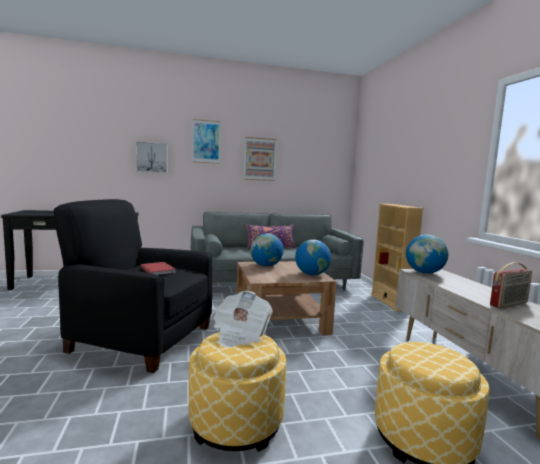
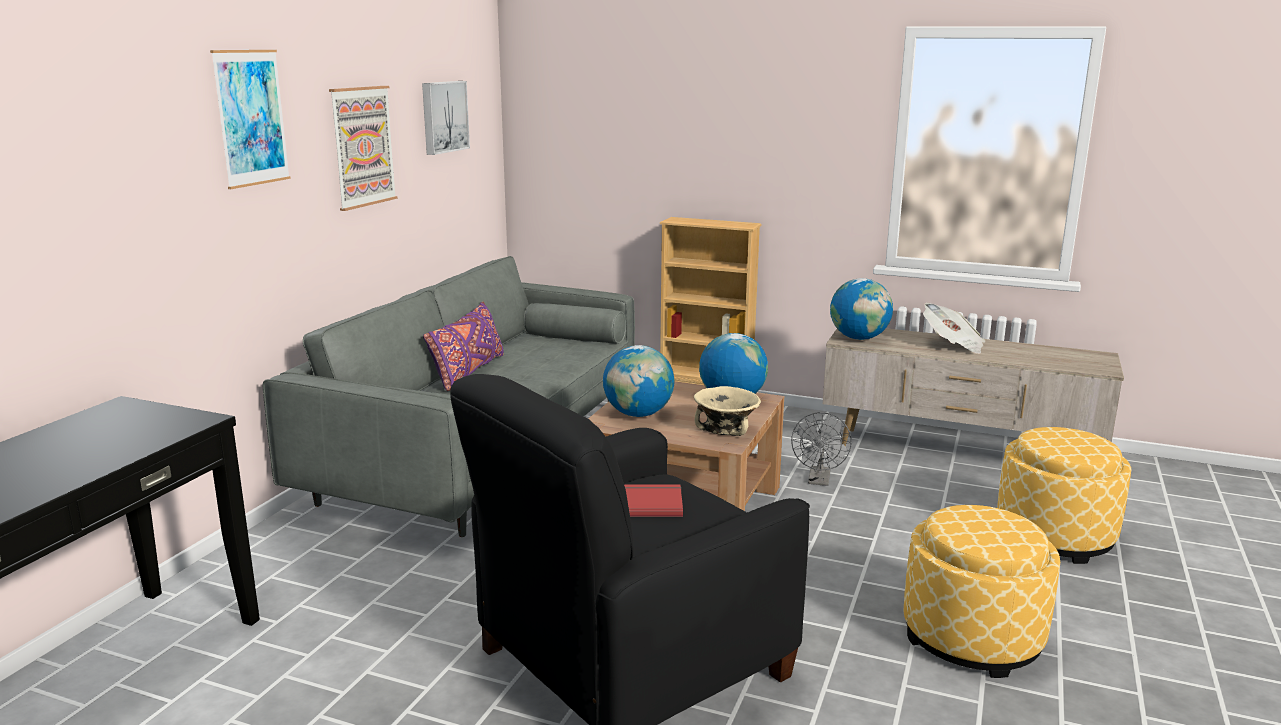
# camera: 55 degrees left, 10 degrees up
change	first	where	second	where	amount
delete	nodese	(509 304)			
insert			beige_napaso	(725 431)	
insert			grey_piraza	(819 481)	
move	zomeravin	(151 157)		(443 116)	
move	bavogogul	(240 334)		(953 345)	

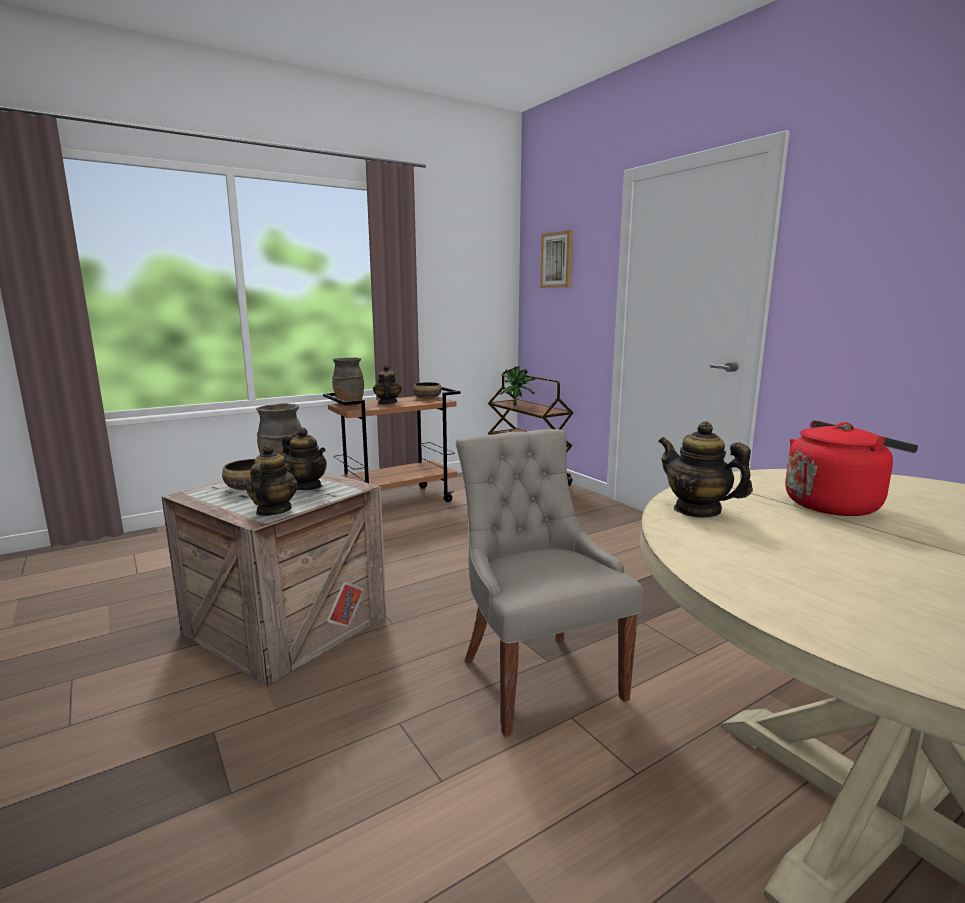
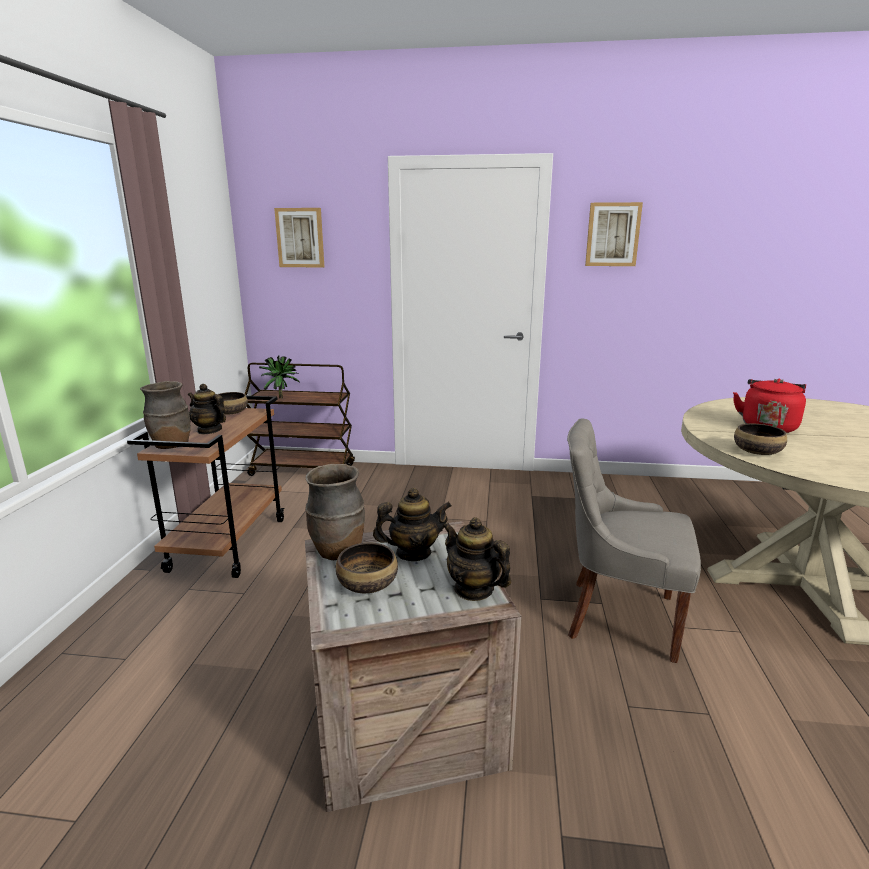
# camera: 50 degrees left, 5 degrees up
change	first	where	second	where	amount
insert			zomeravin	(612 234)	
replace	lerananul	(697 510)	napaso	(757 452)	

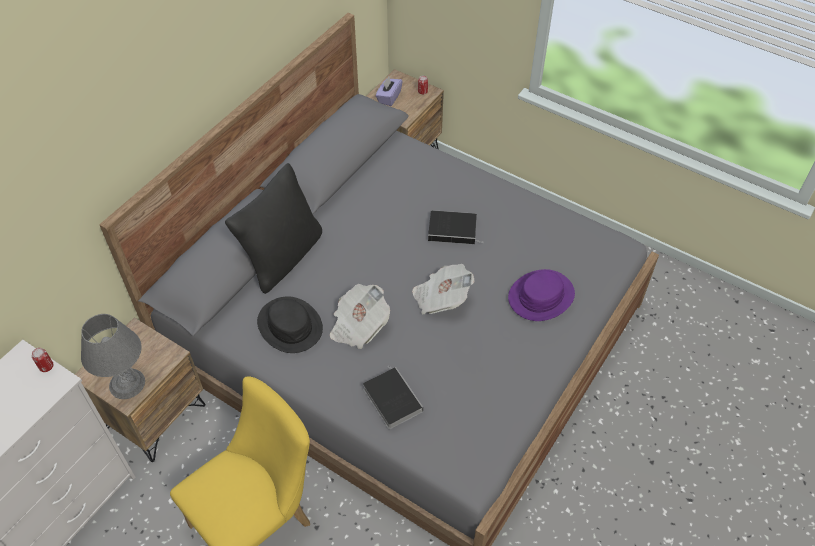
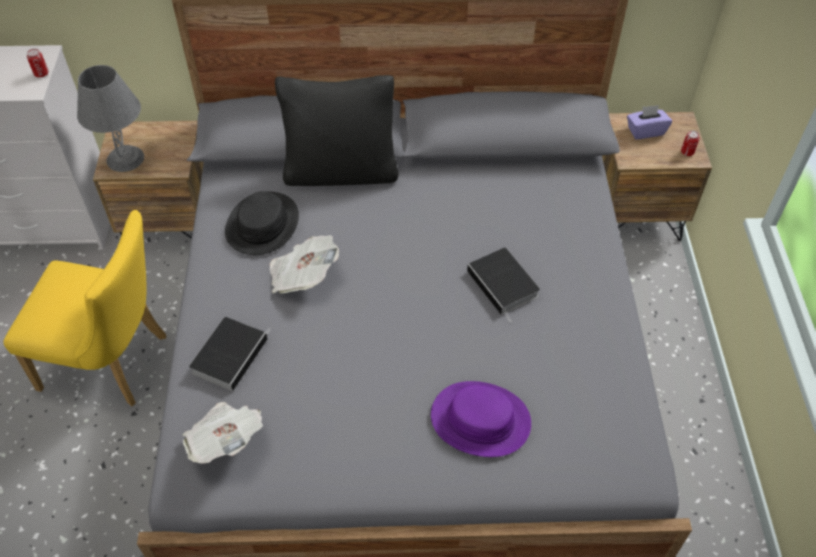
# camera: 55 degrees right, 0 degrees up
change	first	where	second	where	amount
move	bavogogul	(441 298)		(225 440)	

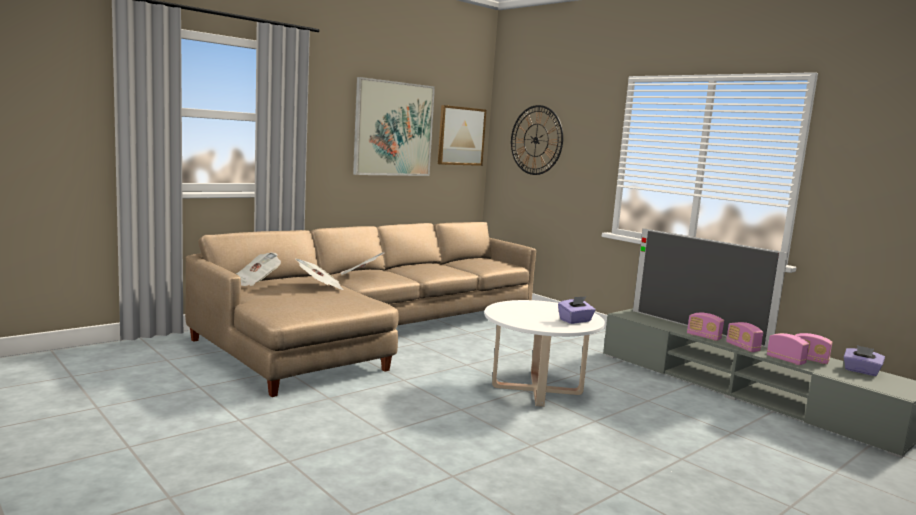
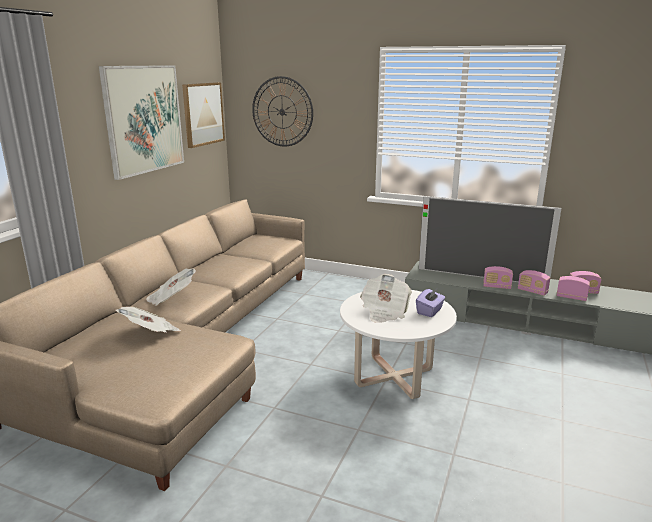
# camera: 25 degrees left, 10 degrees up
change	first	where	second	where	amount
delete	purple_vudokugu	(861 371)			
move	bavogogul	(254 283)		(384 311)	

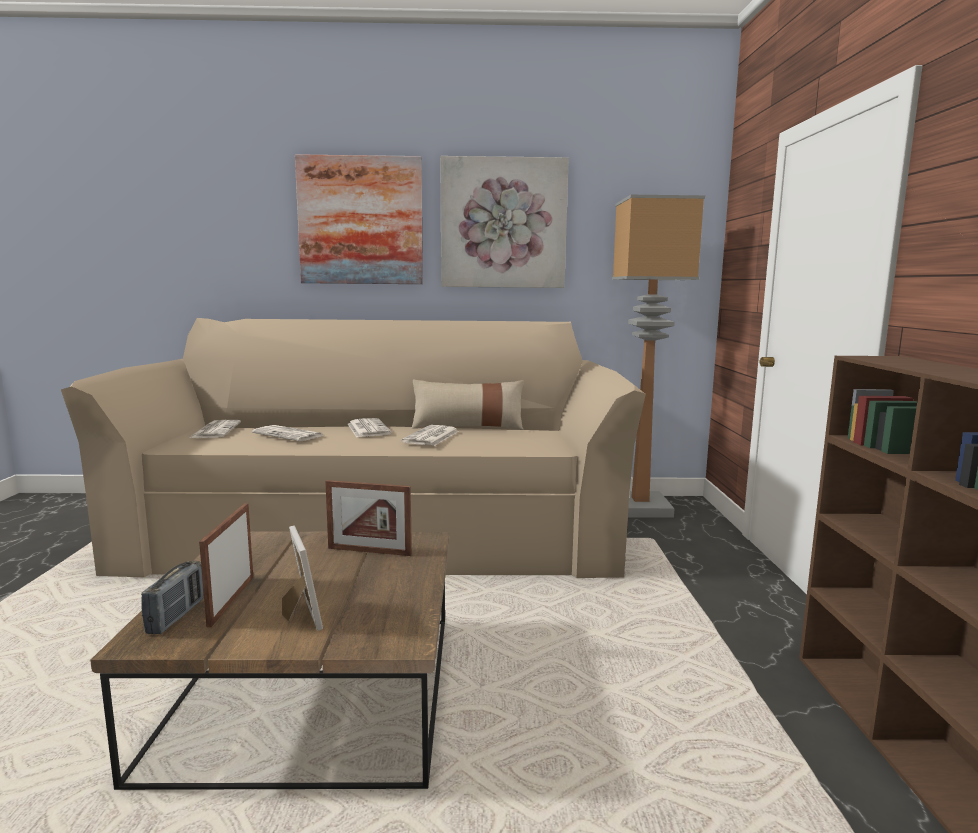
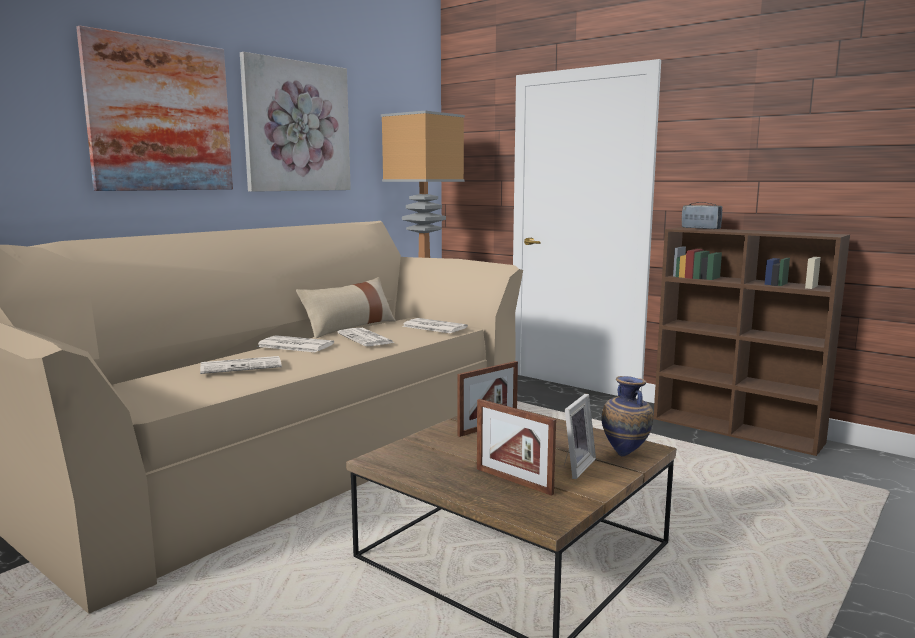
# camera: 50 degrees left, 0 degrees up
change	first	where	second	where	amount
insert			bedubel	(626 455)	
move	nodese	(176 616)		(700 228)	
move	bavogogul	(215 430)		(433 327)	
rotate	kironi	(300 617)		(574 466)	105 degrees clockwise

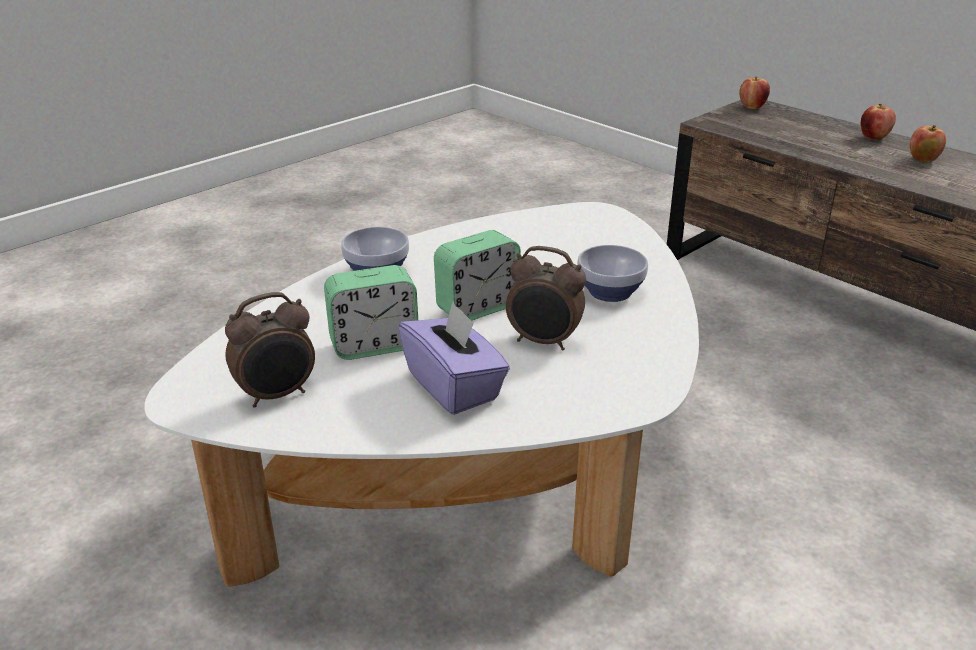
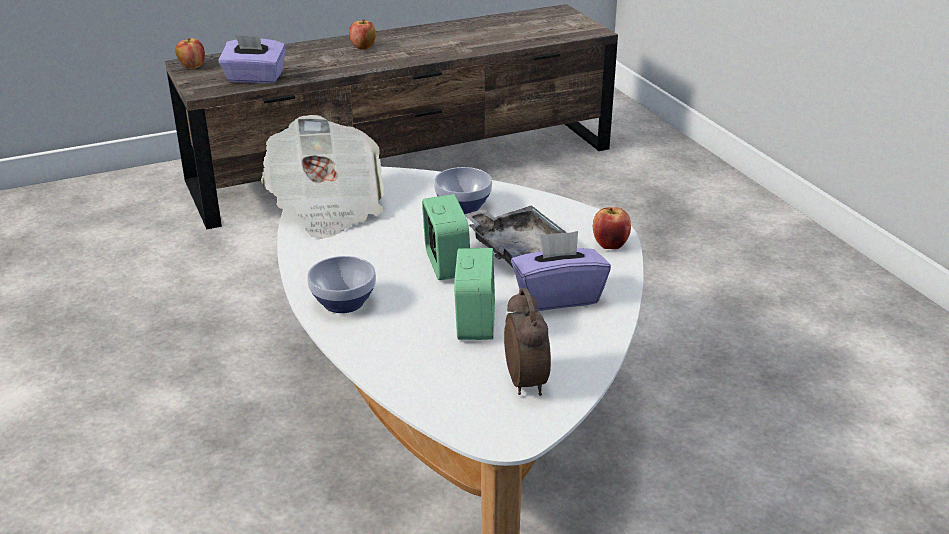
# camera: 70 degrees left, 0 degrees up
change	first	where	second	where	amount
insert			purple_vudokugu	(254 78)	
insert			bavogogul	(326 207)	
move	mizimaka	(874 137)		(610 245)	
replace	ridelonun	(543 342)	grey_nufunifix	(518 248)	

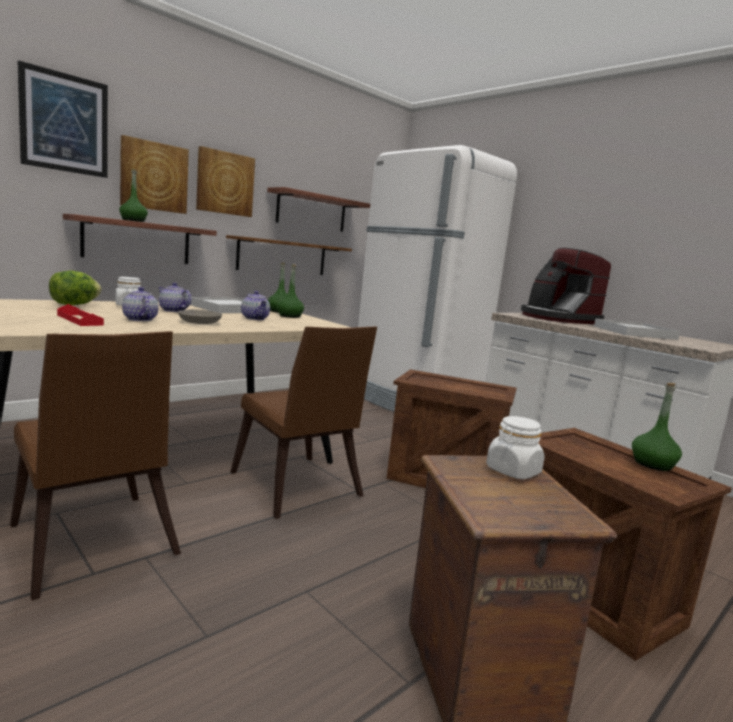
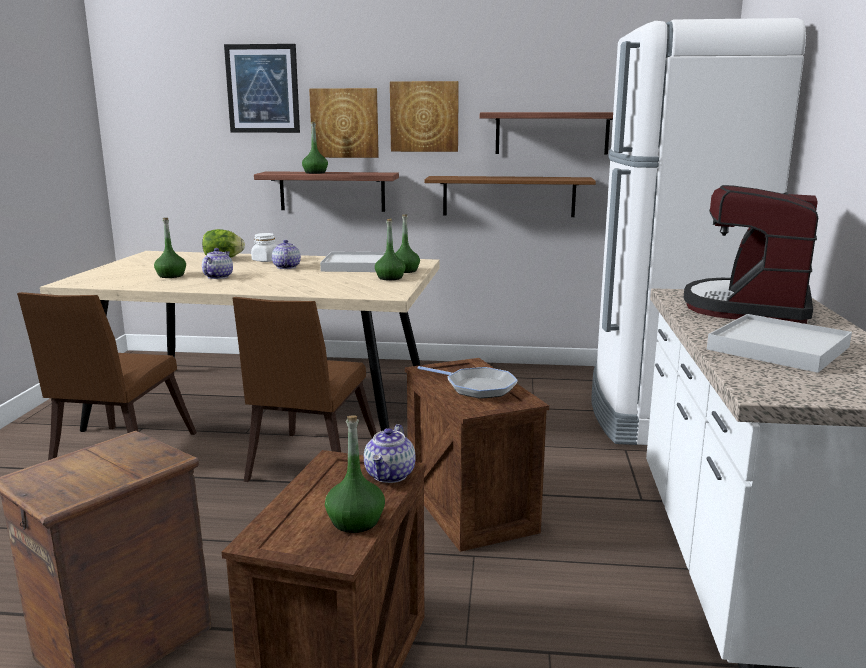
# camera: 50 degrees right, 5 degrees up
change	first	where	second	where	amount
delete	grey_napaso	(199 322)			
delete	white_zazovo	(513 471)			
insert			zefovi	(477 387)	
move	lerananul	(255 318)		(390 475)	
replace	red_nufunifix	(79 320)	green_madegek	(171 276)	

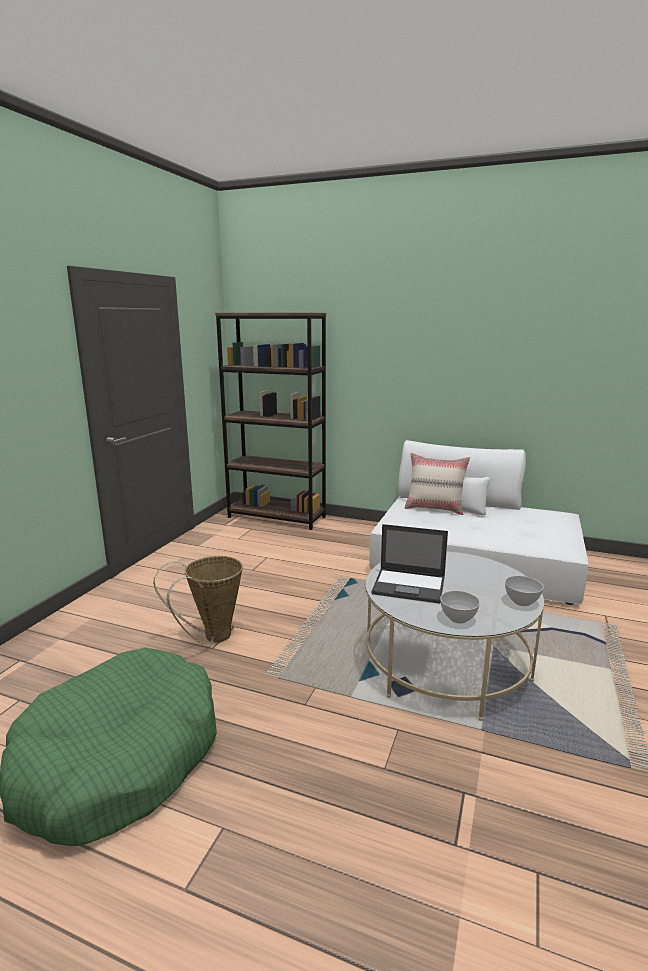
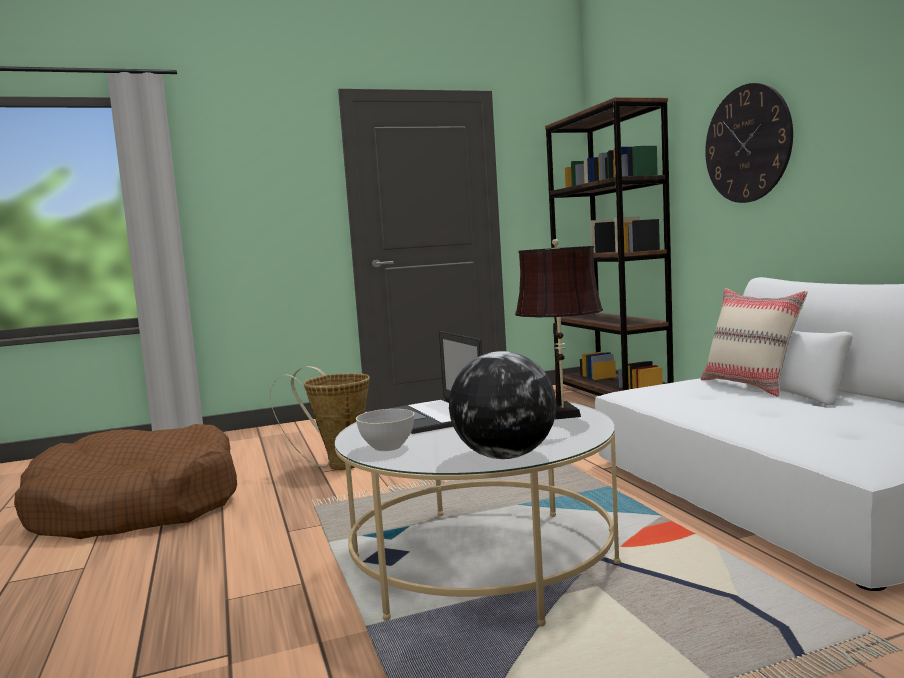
# camera: 50 degrees right, 10 degrees down
change	first	where	second	where	amount
insert			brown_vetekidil	(562 414)	
insert			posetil	(747 144)	
replace	grey_napaso	(521 602)	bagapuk	(504 456)	
recolor	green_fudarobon	(119 759)	brown_fudarobon	(136 507)	

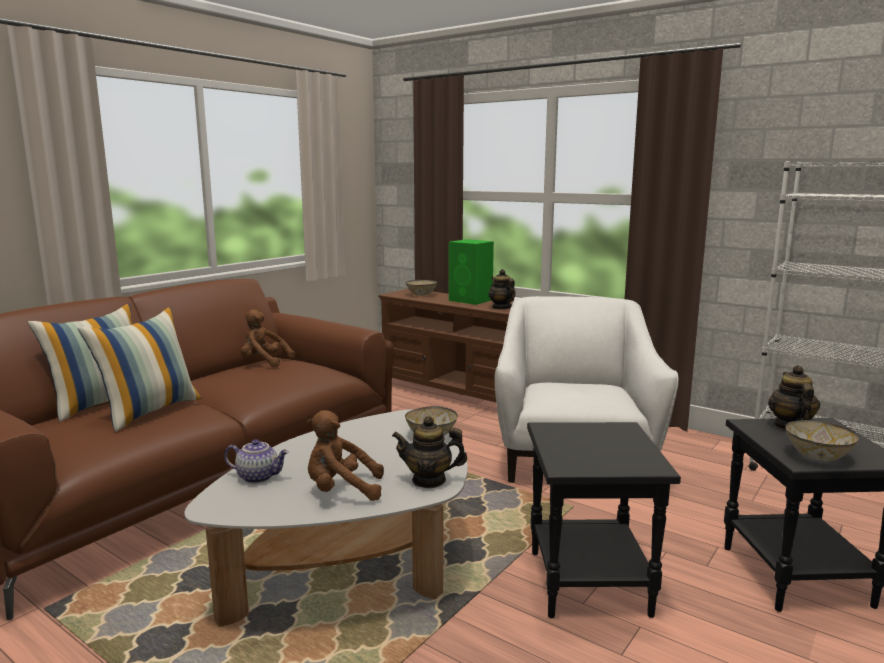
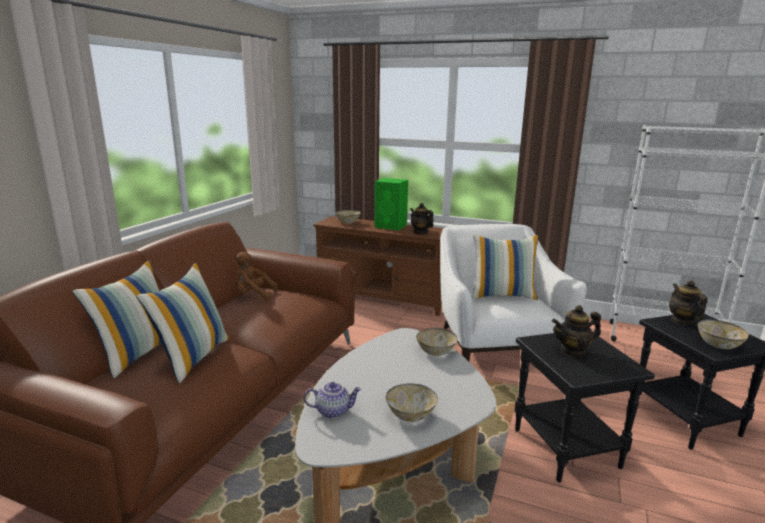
# camera: 15 degrees left, 5 degrees up
change	first	where	second	where	amount
insert			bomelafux	(502 295)	
move	lerananul	(429 480)		(573 351)	
replace	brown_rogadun	(341 491)	napaso	(410 415)	

